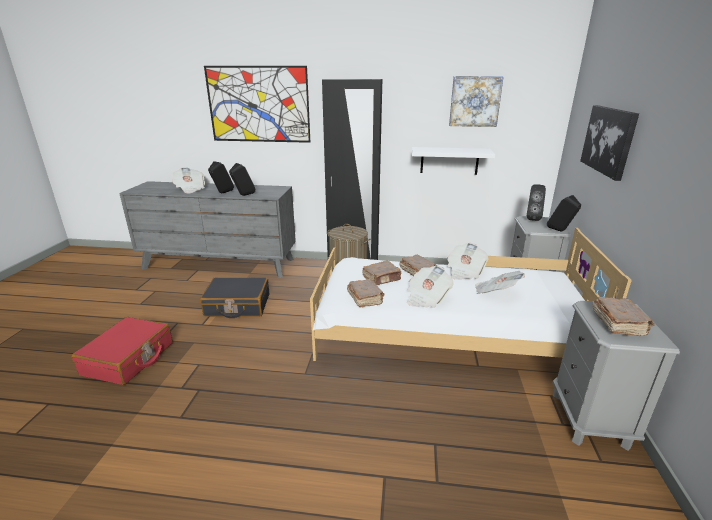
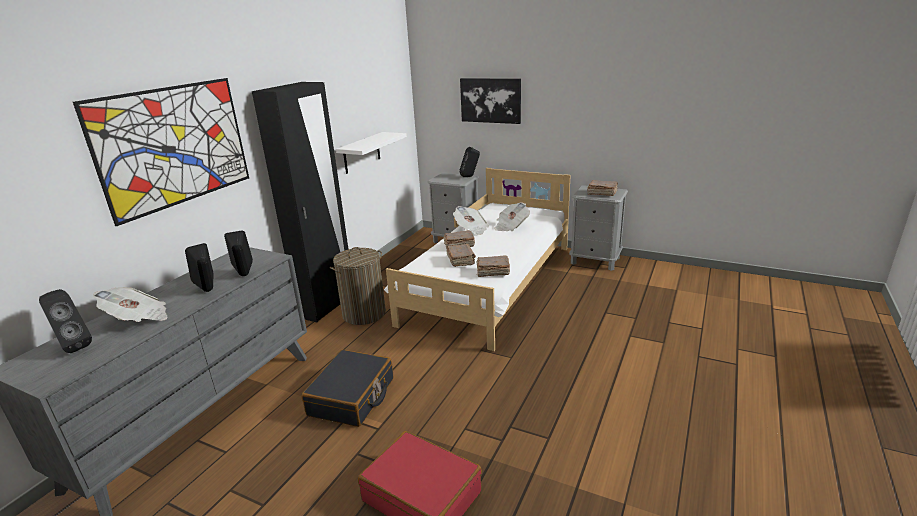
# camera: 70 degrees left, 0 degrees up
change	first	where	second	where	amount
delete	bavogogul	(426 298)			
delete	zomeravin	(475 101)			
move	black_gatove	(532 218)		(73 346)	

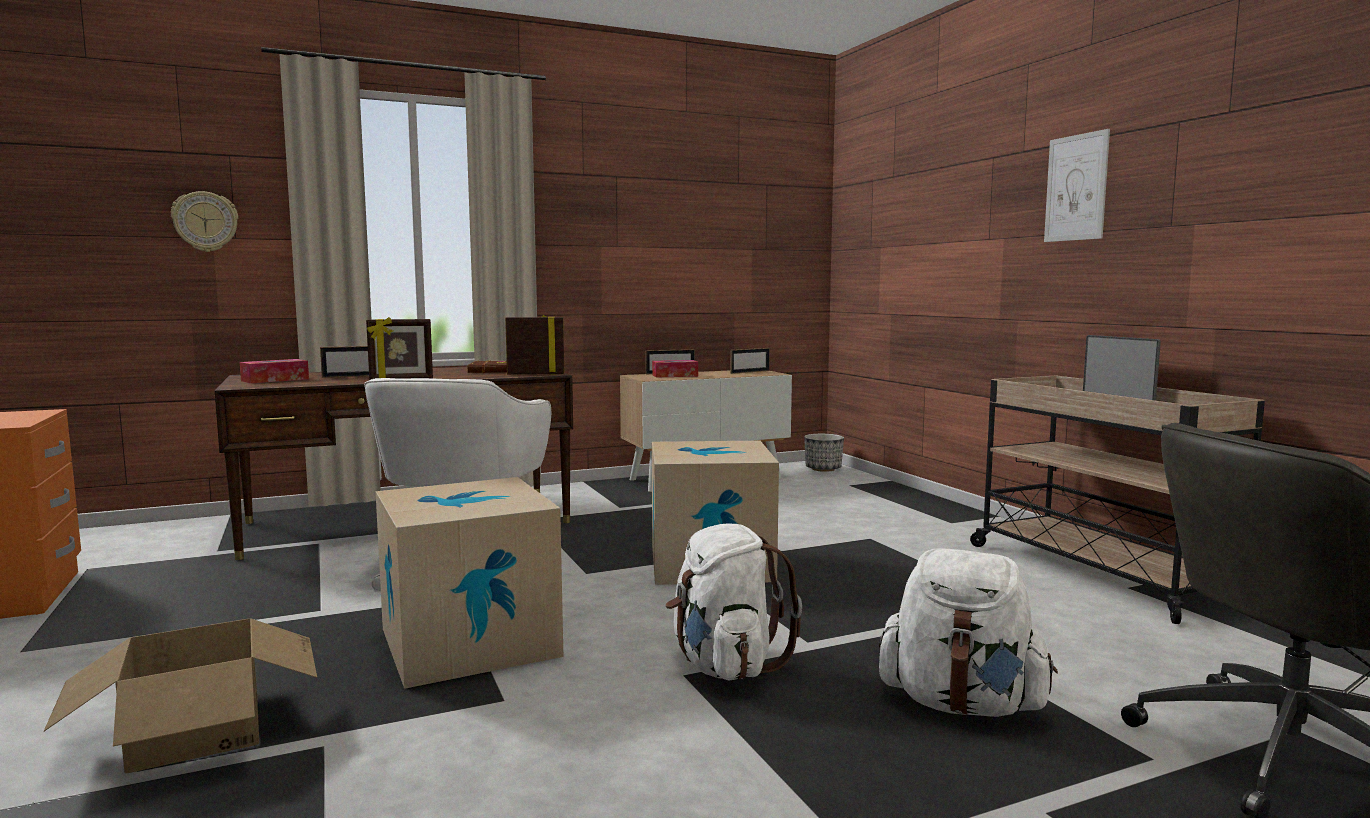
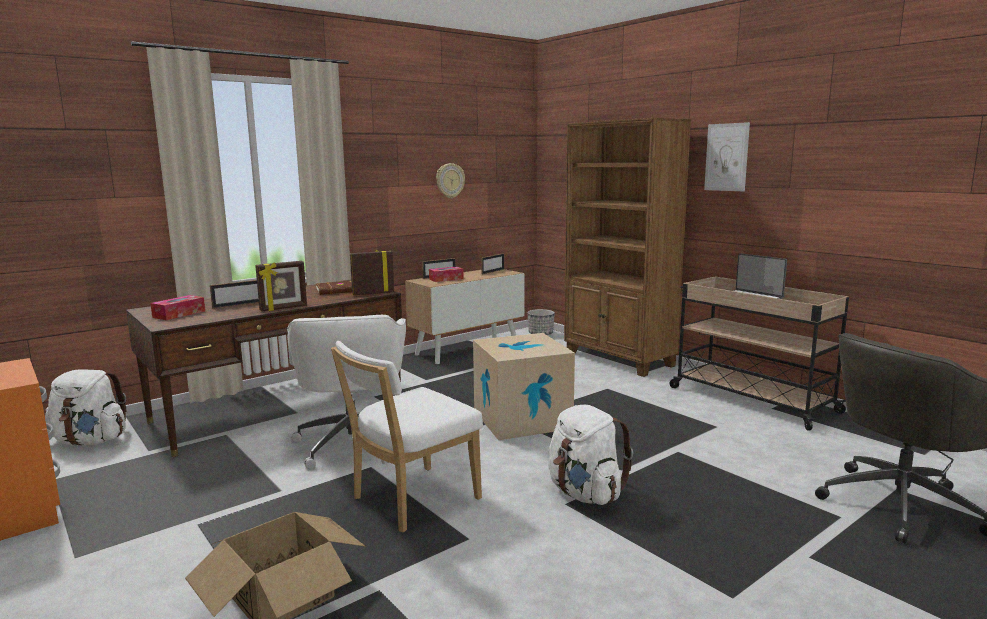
# camera: 15 degrees left, 5 degrees up
change	first	where	second	where	amount
insert			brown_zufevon	(619 359)	
move	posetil	(205 221)		(450 180)	
move	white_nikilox	(961 704)		(91 441)	
replace	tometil	(469 642)	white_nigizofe	(411 500)	

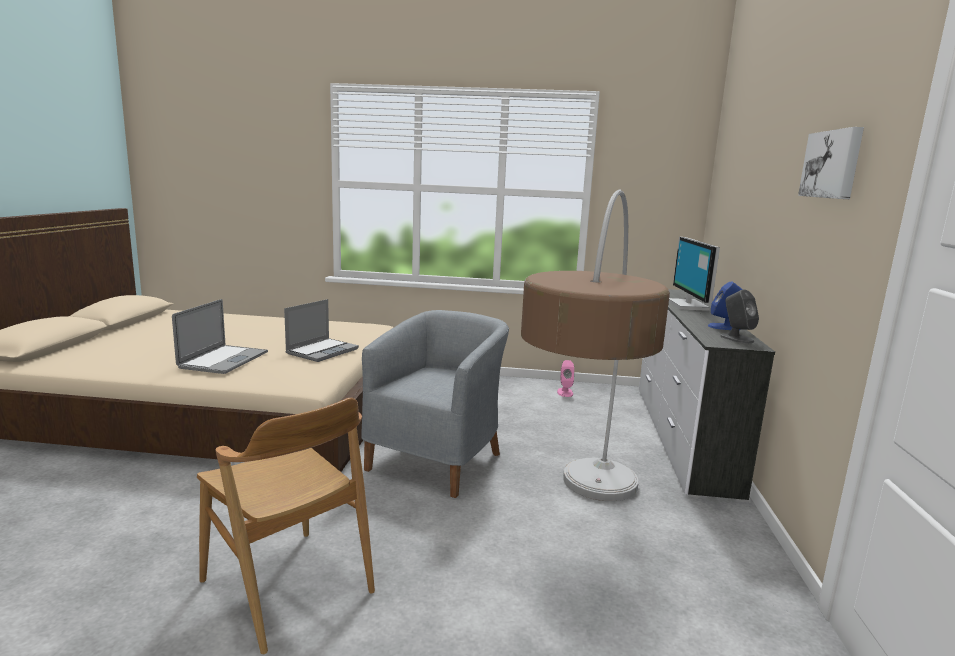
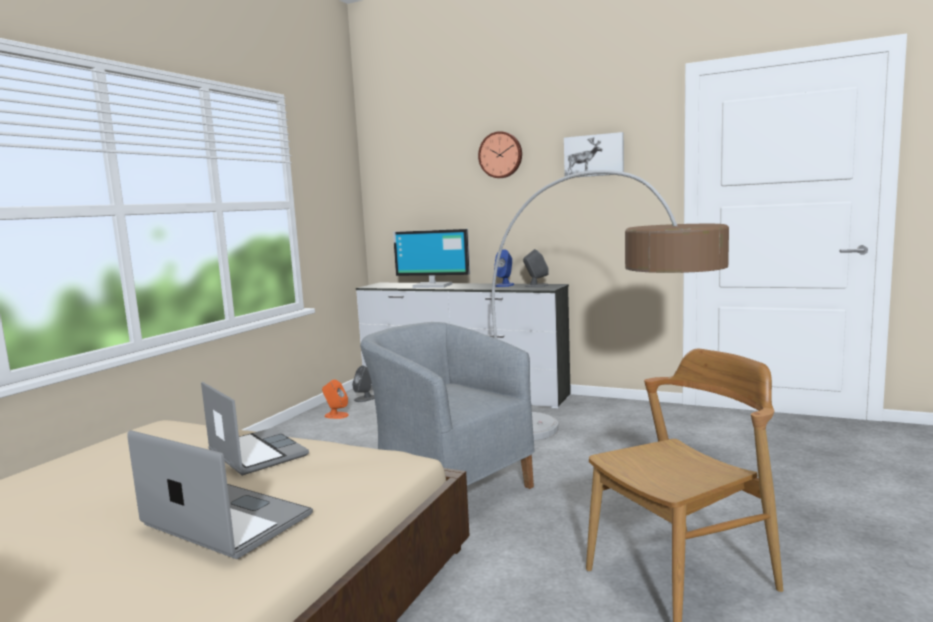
# camera: 70 degrees left, 5 degrees down
change	first	where	second	where	amount
insert			grey_gatove	(365 398)	
insert			posetil	(501 155)	
recolor	pink_gatove	(565 392)	orange_gatove	(336 415)	

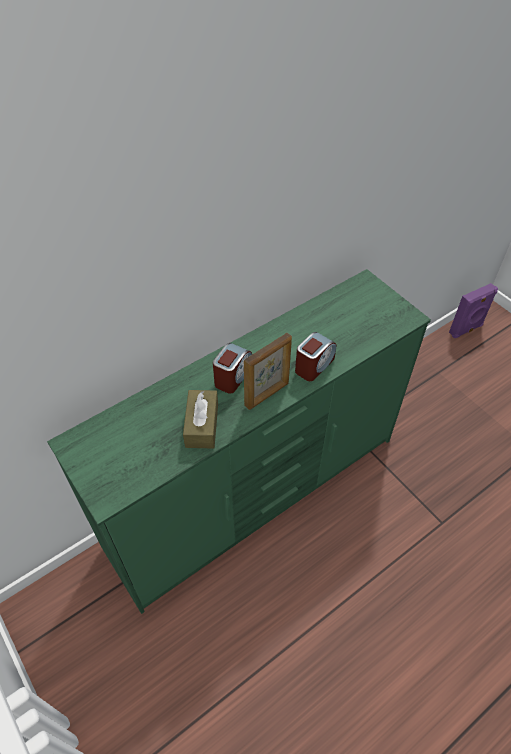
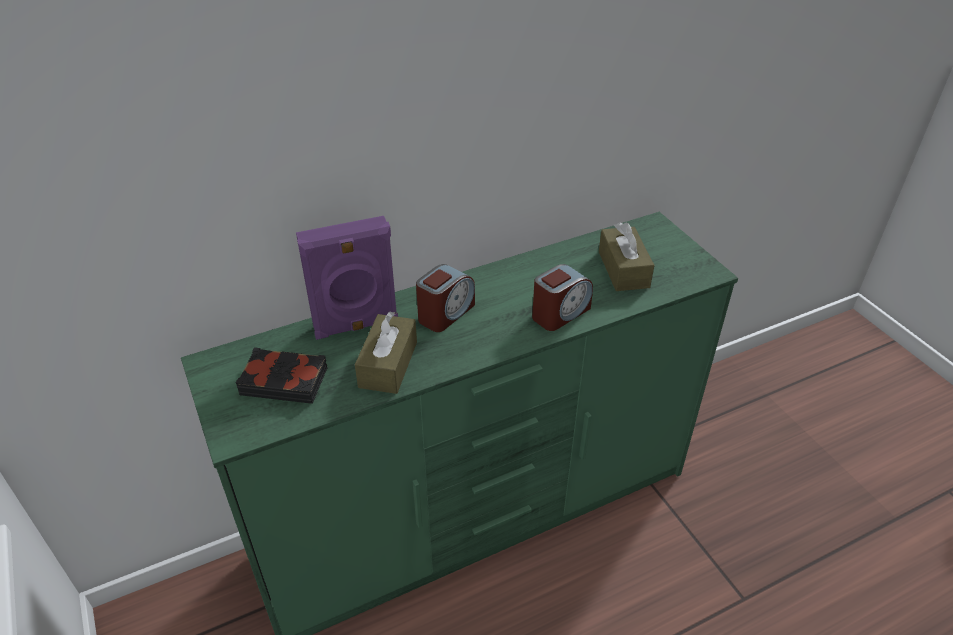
# camera: 10 degrees right, 10 degrees down
change	first	where	second	where	amount
delete	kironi	(267 394)			
insert			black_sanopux	(284 380)	
insert			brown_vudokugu	(623 269)	
move	purple_gatove	(466 330)		(356 326)	

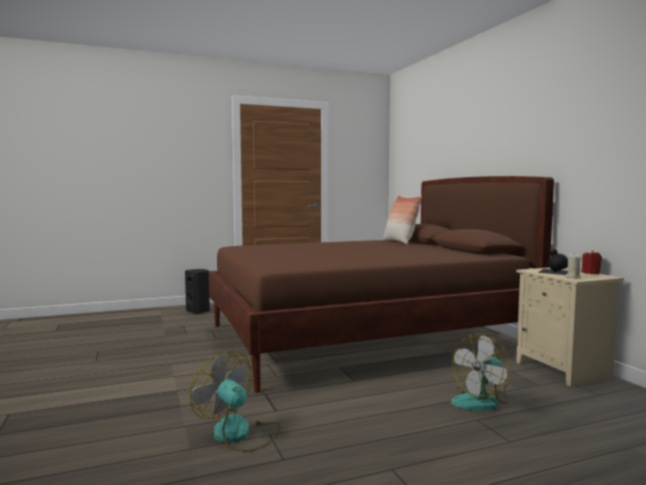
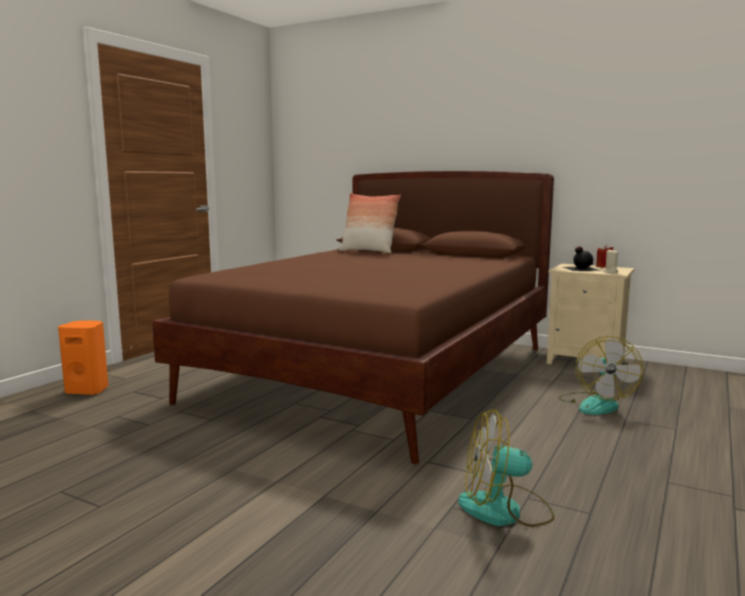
# camera: 40 degrees left, 5 degrees up
change	first	where	second	where	amount
recolor	black_gatove	(199 311)	orange_gatove	(88 390)	

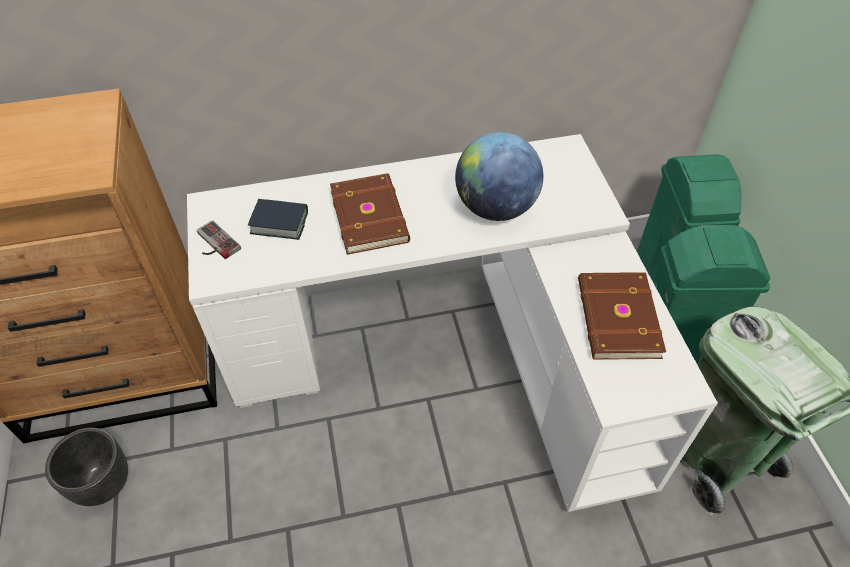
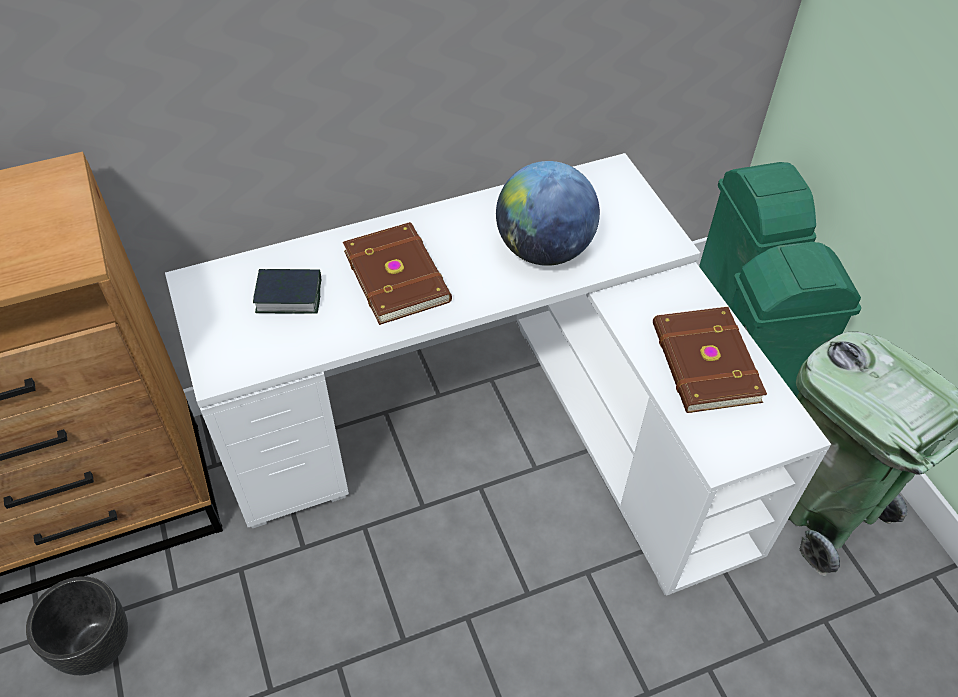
# camera: 10 degrees left, 0 degrees up
change	first	where	second	where	amount
delete	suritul	(214 244)			

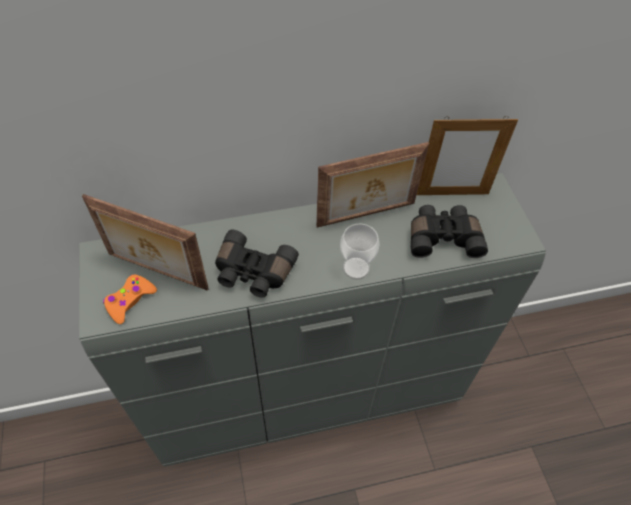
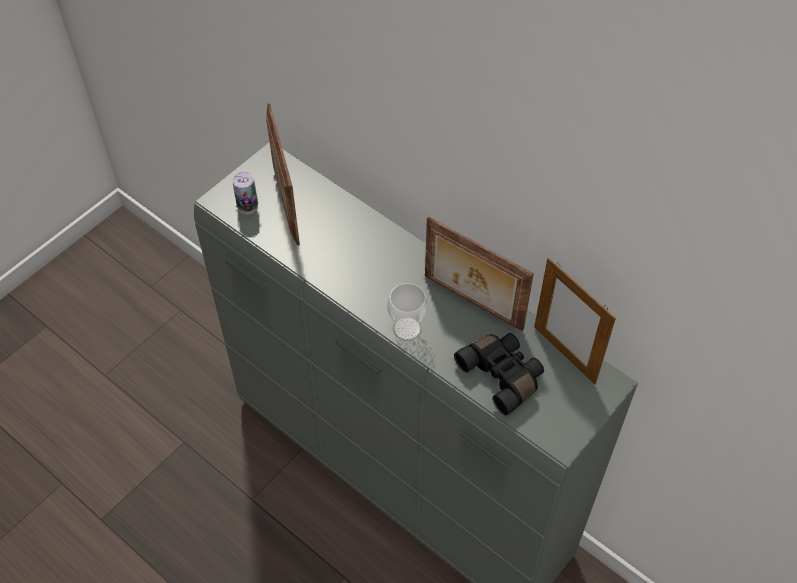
# camera: 55 degrees right, 0 degrees up
change	first	where	second	where	amount
delete	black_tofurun	(252 273)			
replace	orange_suritul	(130 301)	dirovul	(248 206)	

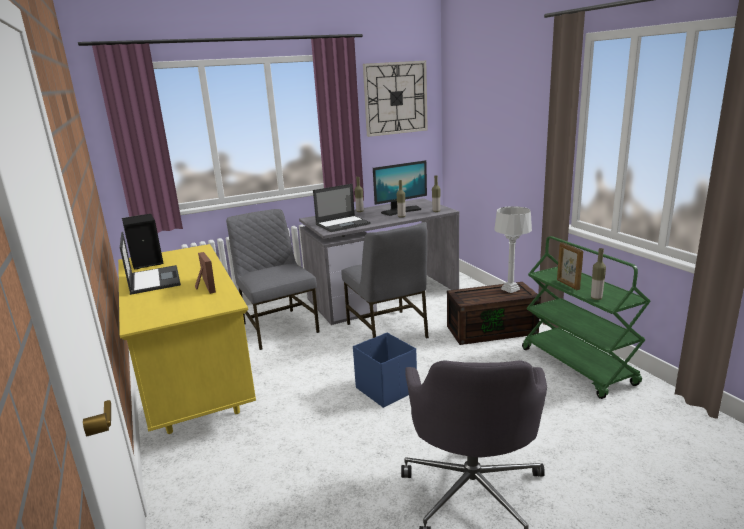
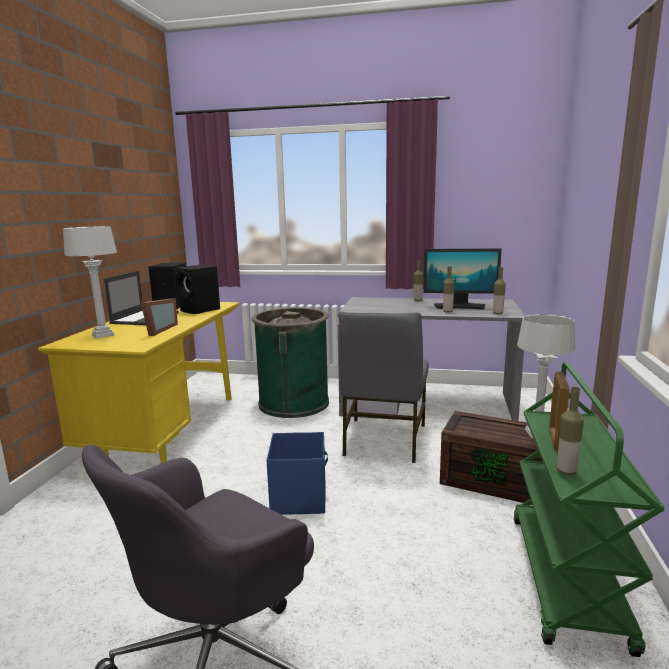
# camera: 35 degrees right, 5 degrees down
change	first	where	second	where	amount
delete	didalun	(343 224)			
delete	posetil	(395 98)			
insert			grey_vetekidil	(103 335)	
insert			black_gatove	(200 310)	
replace	grey_nigizofe	(278 327)	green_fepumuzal	(294 403)	

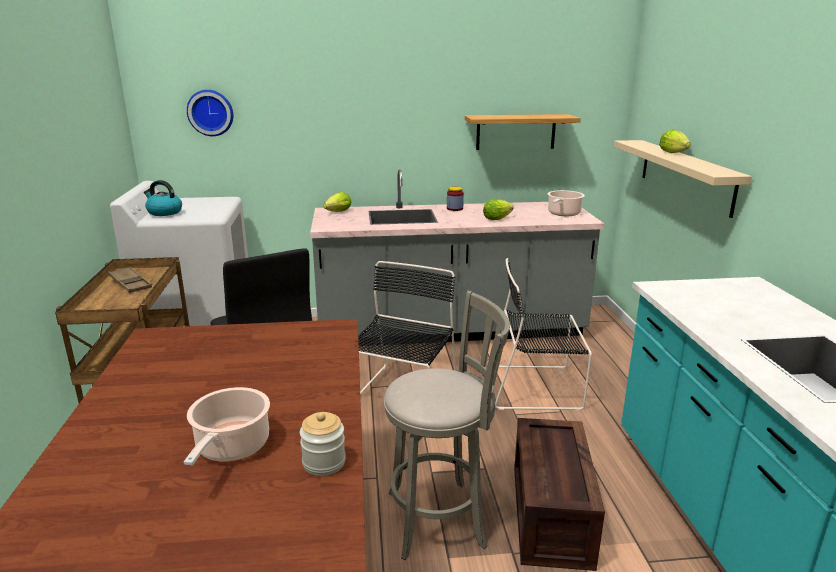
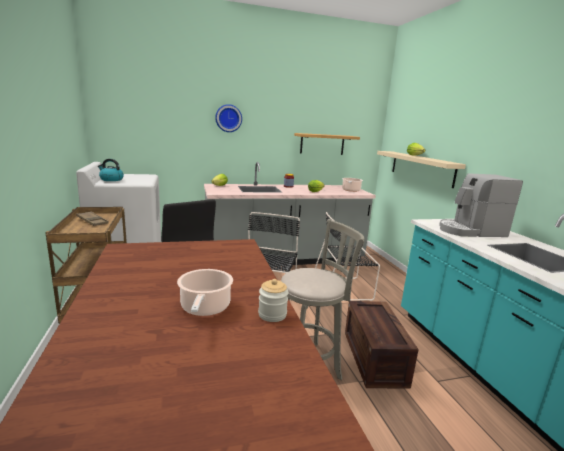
# camera: 10 degrees left, 5 degrees down
change	first	where	second	where	amount
insert			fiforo	(470 231)	
move	posetil	(211 112)		(228 118)	

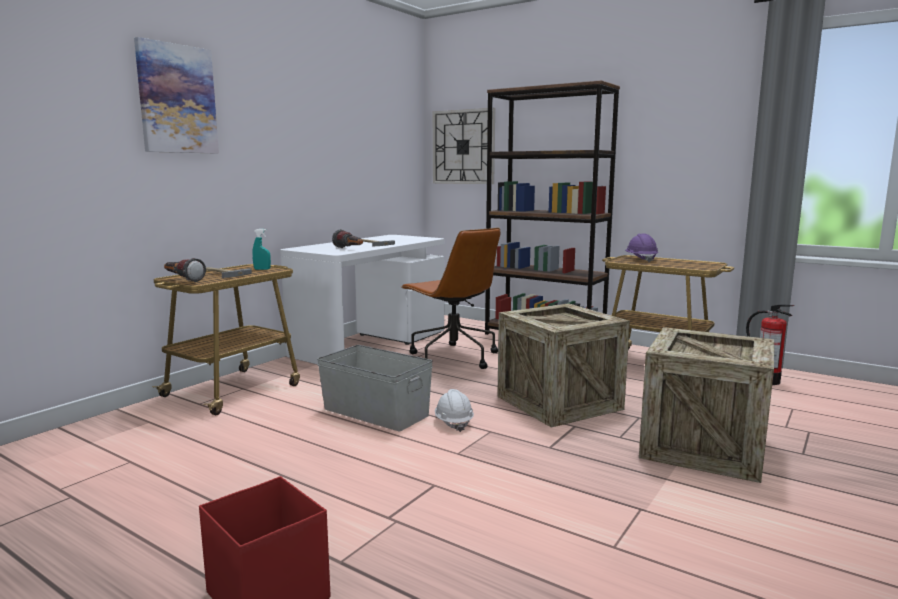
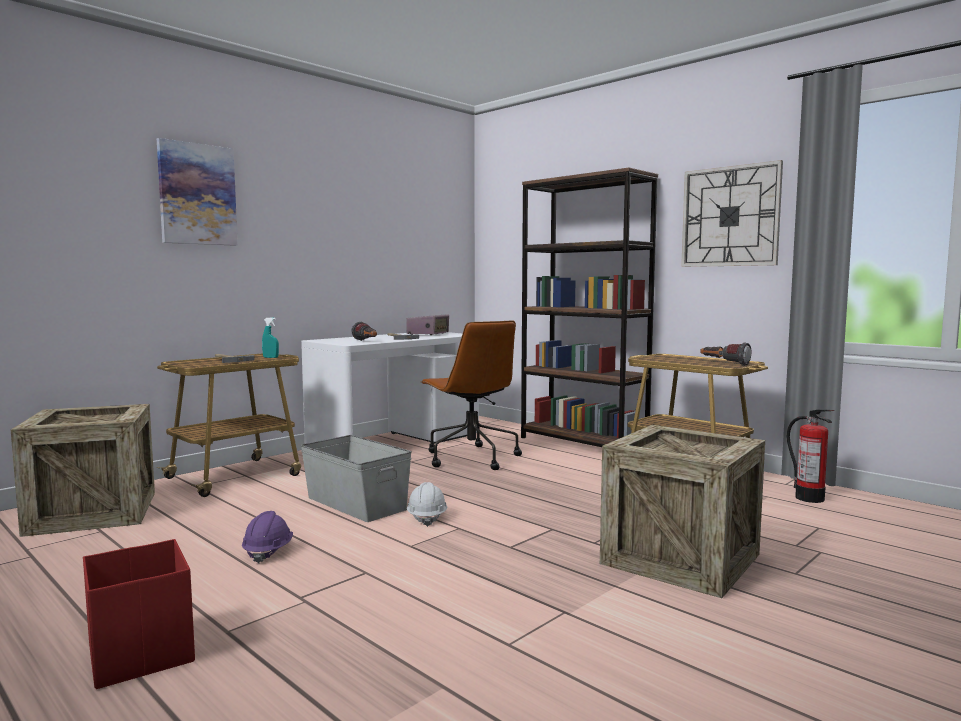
# camera: 10 degrees right, 5 degrees down
change	first	where	second	where	amount
insert			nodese	(428 334)	
move	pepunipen	(182 280)		(724 363)	
move	posetil	(463 147)		(730 216)	
move	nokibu	(559 403)		(93 513)	
move	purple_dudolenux	(640 259)		(268 552)	

